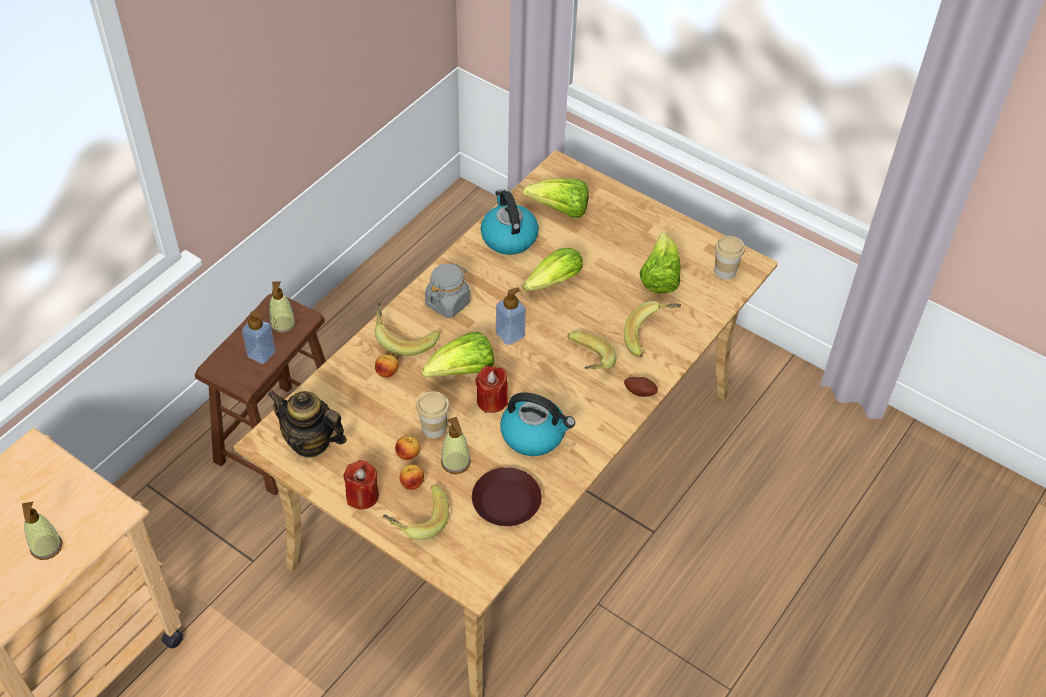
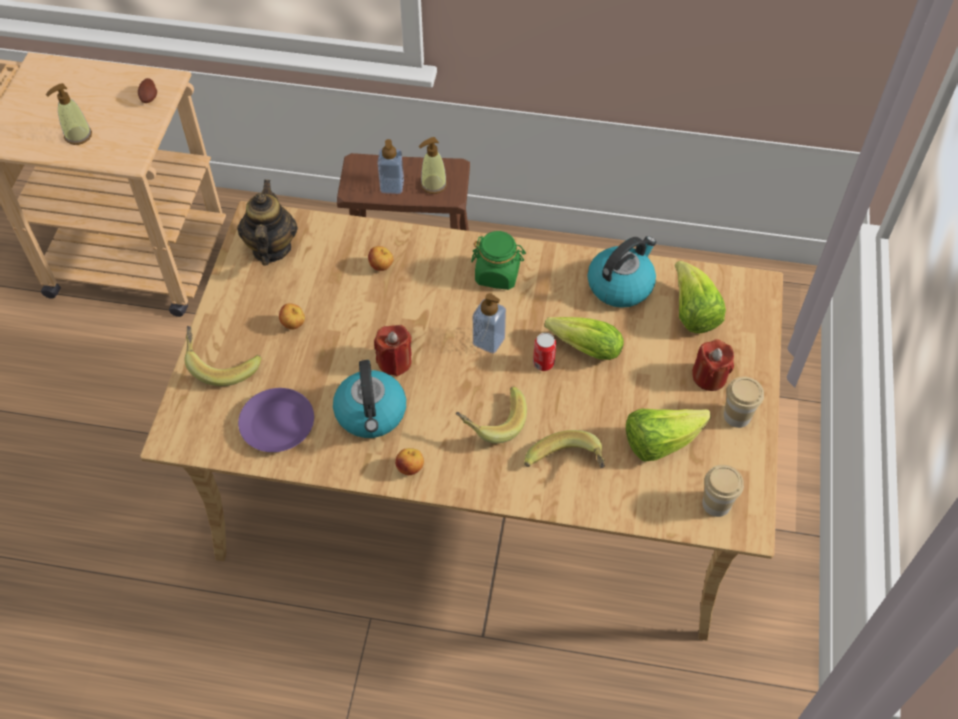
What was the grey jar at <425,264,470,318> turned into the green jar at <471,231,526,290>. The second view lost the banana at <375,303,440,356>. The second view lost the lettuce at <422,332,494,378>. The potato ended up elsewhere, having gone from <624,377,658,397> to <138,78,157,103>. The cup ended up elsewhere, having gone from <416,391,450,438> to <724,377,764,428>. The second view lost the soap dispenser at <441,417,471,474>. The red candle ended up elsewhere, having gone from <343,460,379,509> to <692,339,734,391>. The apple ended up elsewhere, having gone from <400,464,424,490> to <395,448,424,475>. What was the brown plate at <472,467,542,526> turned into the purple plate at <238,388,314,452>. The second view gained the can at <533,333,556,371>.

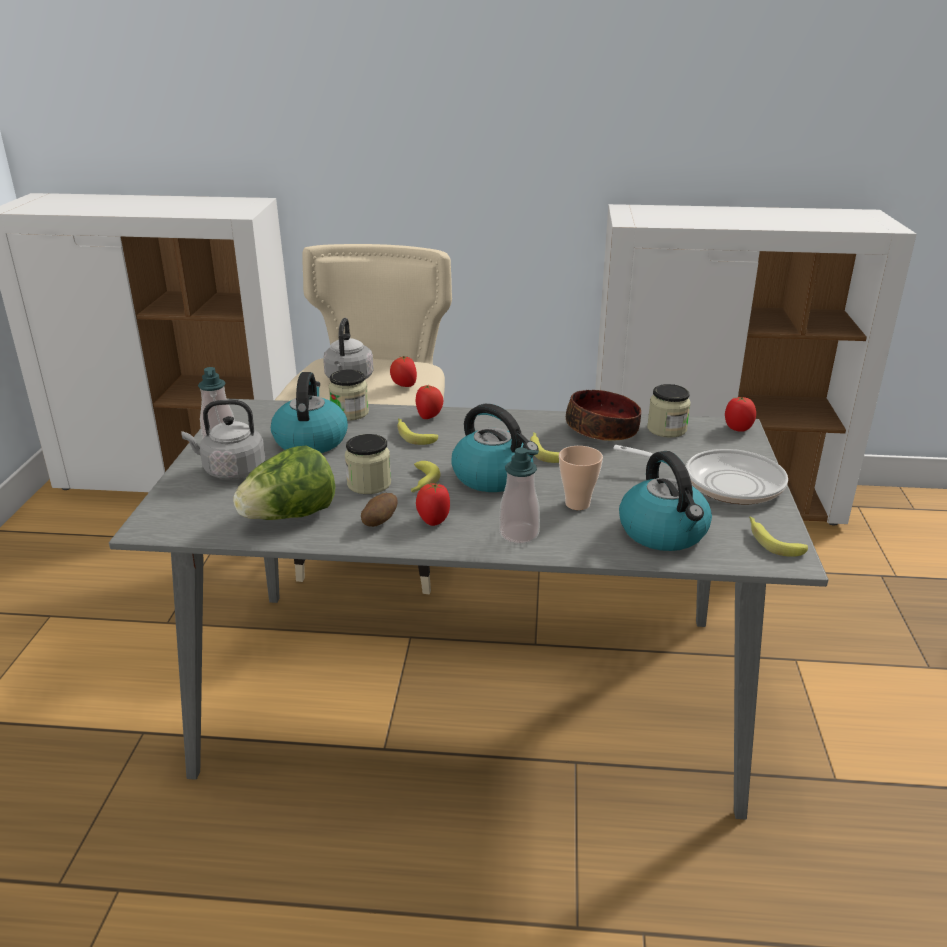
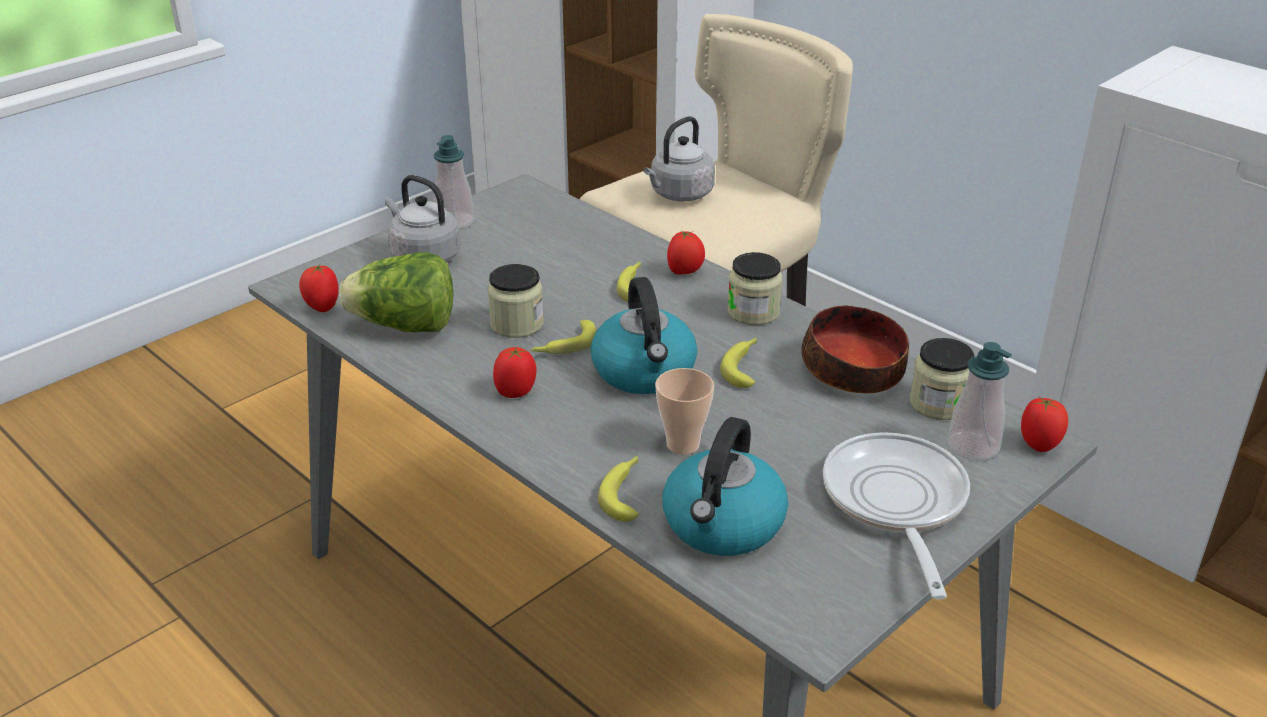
The tomato ended up elsewhere, having gone from <390,356,417,387> to <299,264,339,312>. The jar ended up elsewhere, having gone from <328,370,369,421> to <728,252,783,325>. The second view lost the kettle at <271,372,348,453>. The frying pan at <613,445,788,504> ended up facing another way, 150 degrees counterclockwise from before. The soap dispenser ended up elsewhere, having gone from <499,447,540,544> to <948,342,1012,461>. The second view lost the potato at <361,493,397,527>. The banana ended up elsewhere, having gone from <749,517,808,557> to <598,456,639,522>.

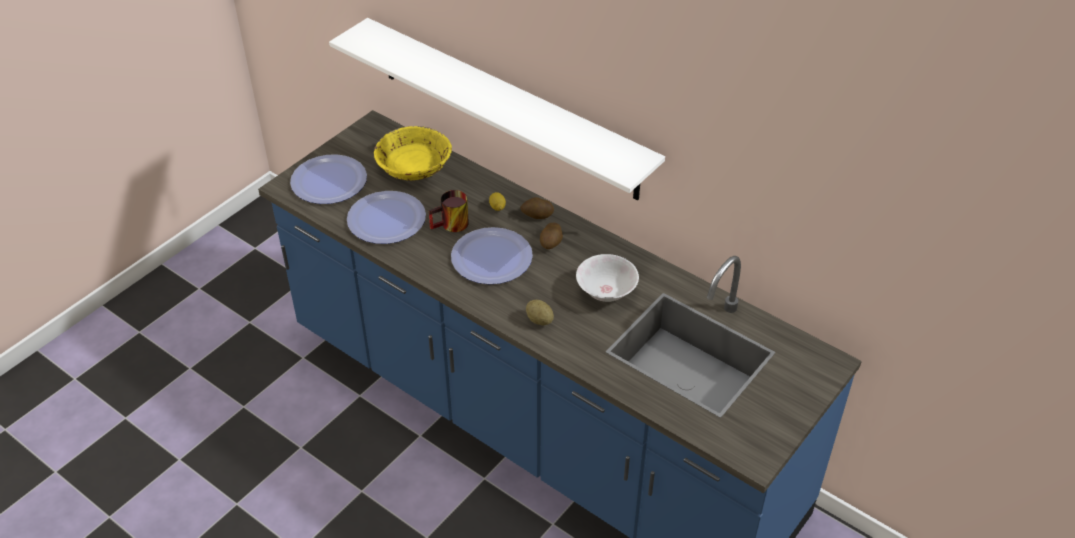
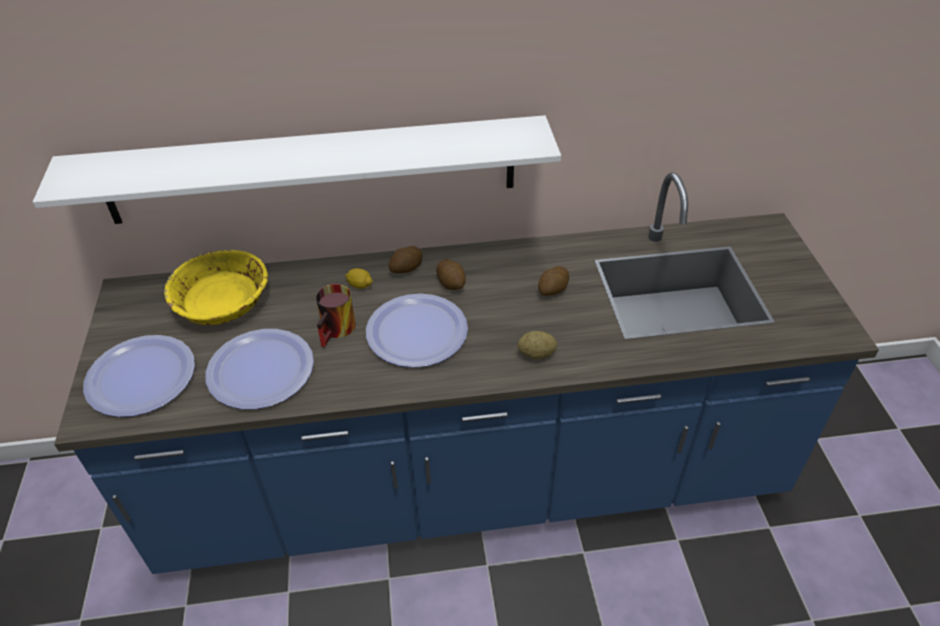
Where the white bowl stood at <576,254,639,302>, the potato came to stand at <538,266,569,296>.

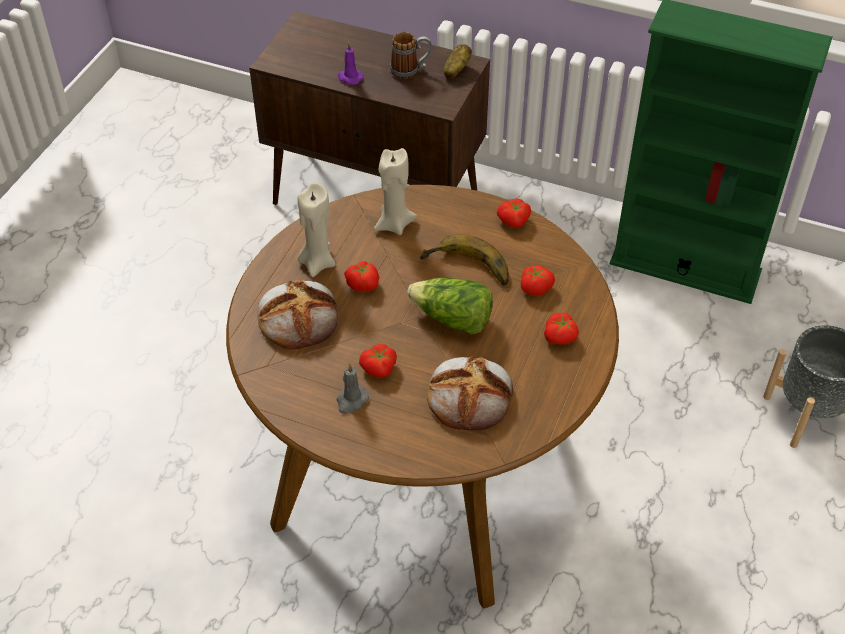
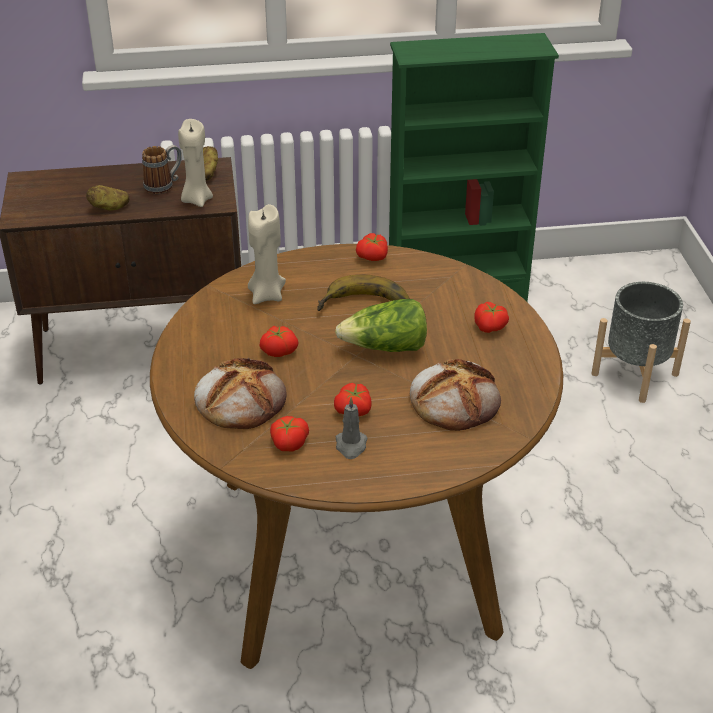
Where the purple candle stood at <338,42,363,85>, the potato came to stand at <86,185,130,211>. The beige candle ended up elsewhere, having gone from <298,183,335,277> to <178,119,213,207>. The tomato ended up elsewhere, having gone from <521,265,555,296> to <270,416,309,451>.

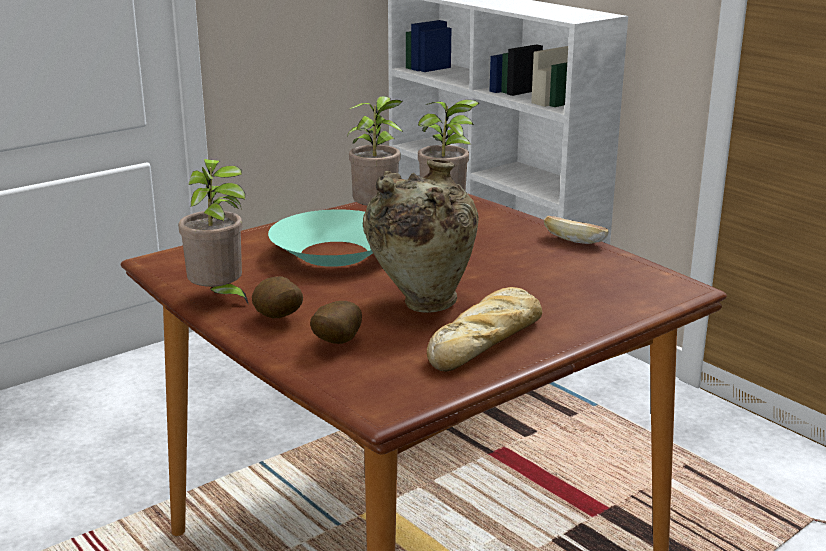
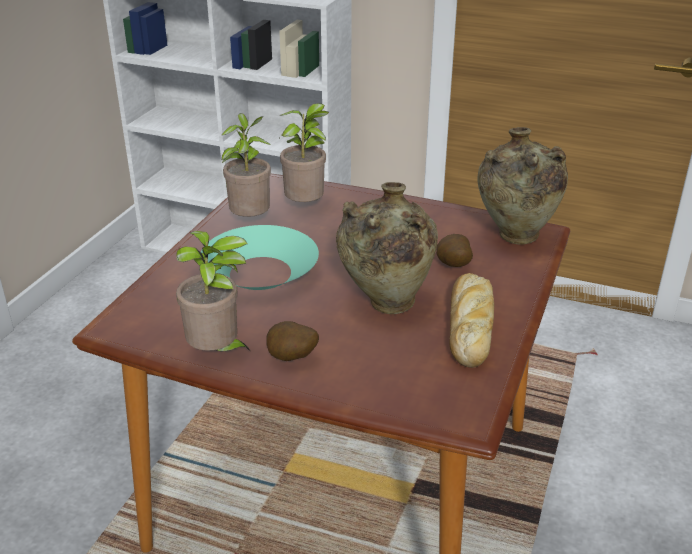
The second view lost the bread at <544,216,608,244>. The potato ended up elsewhere, having gone from <310,301,362,344> to <436,234,473,267>. The second view gained the beige vase at <477,127,568,245>.

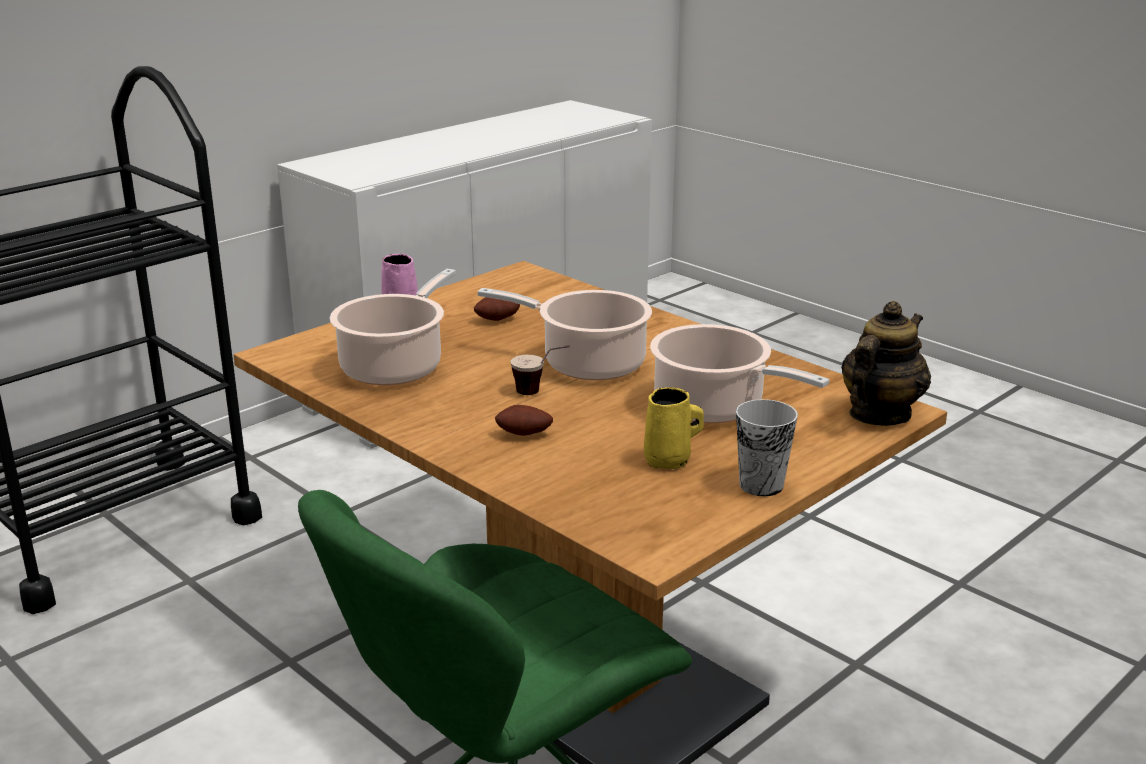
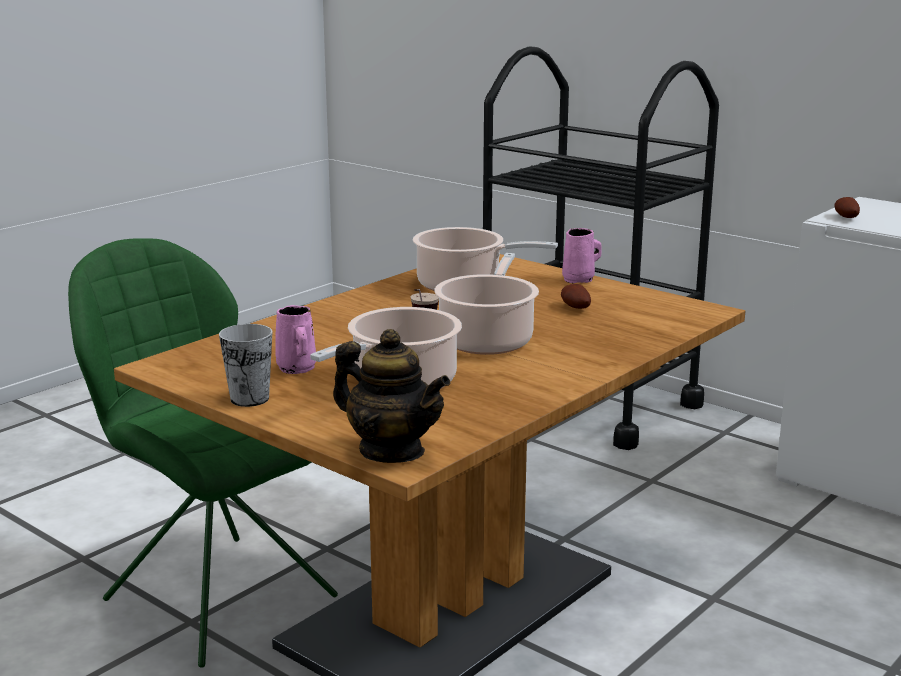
What was the yellow mug at <644,387,704,469> turned into the pink mug at <275,305,316,374>. The potato ended up elsewhere, having gone from <495,405,553,436> to <834,197,860,218>.

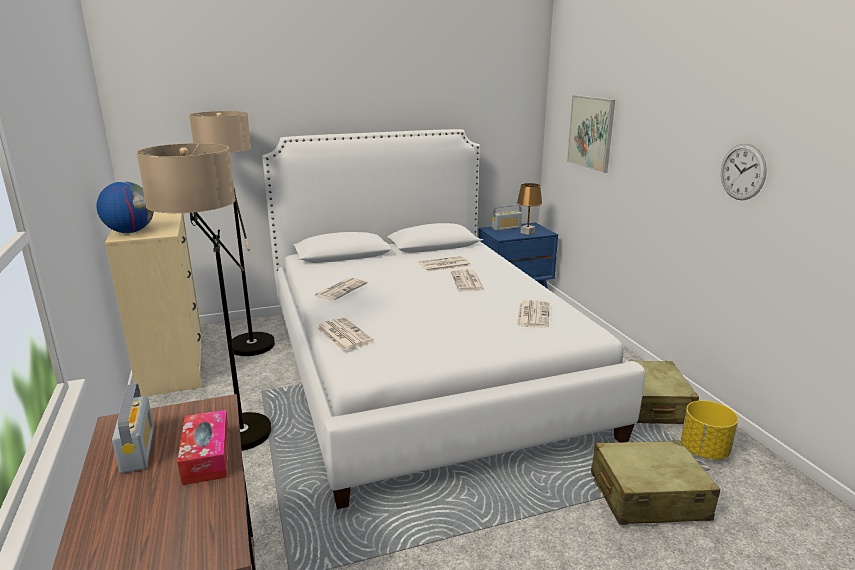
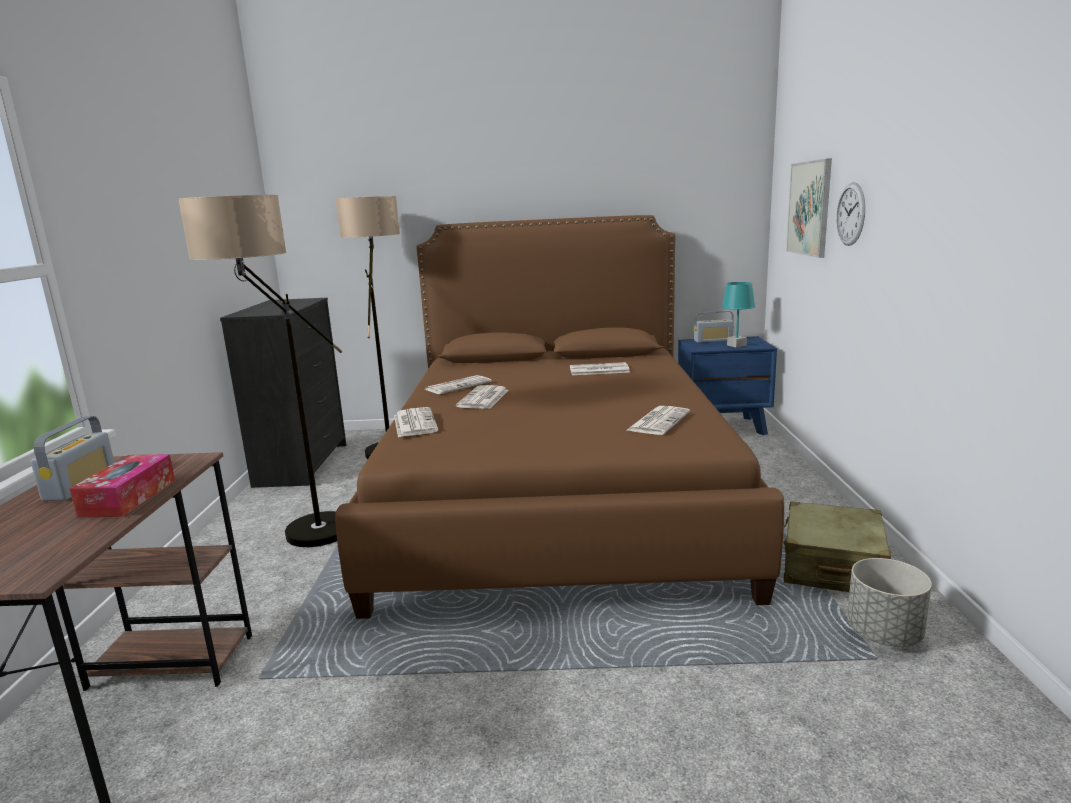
What was the white bed at <262,129,645,509> turned into the brown bed at <335,215,784,619>. The wall clock ended up elsewhere, having gone from <721,144,767,200> to <836,182,865,246>. The second view lost the globe at <97,181,154,233>. What was the brown table lamp at <517,183,542,235> turned into the turquoise table lamp at <722,282,755,348>. What was the beige dresser at <105,212,203,397> turned into the black dresser at <220,298,347,488>. The newspaper ended up elsewhere, having gone from <451,269,485,291> to <456,385,508,409>. What was the yellow planter at <681,401,738,459> turned into the grey planter at <847,558,932,647>. The second view lost the beige suitcase at <591,440,721,525>.

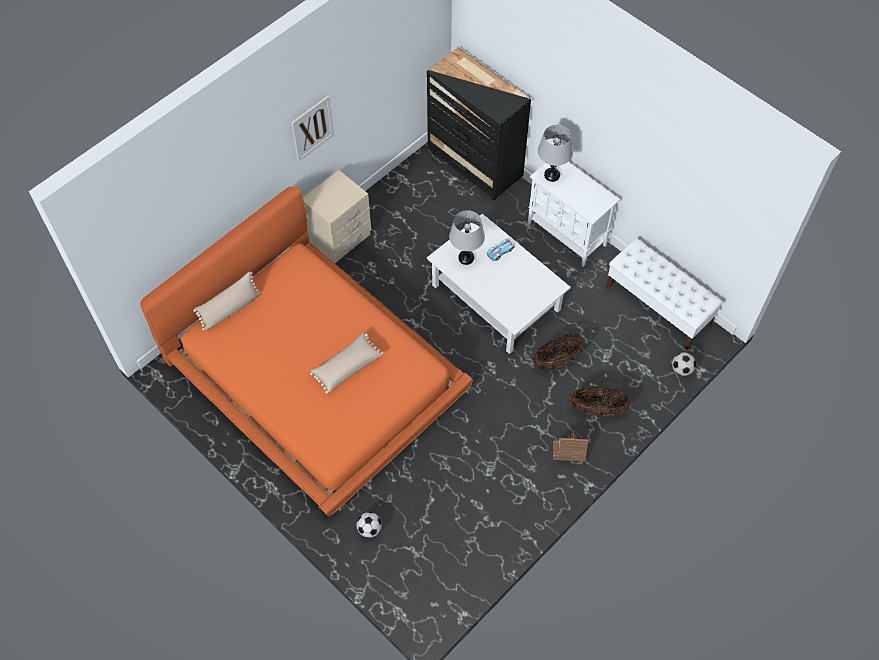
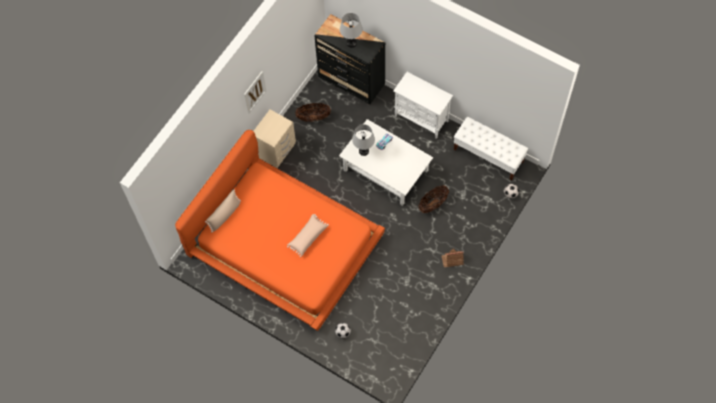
The grey table lamp ended up elsewhere, having gone from <538,125,573,182> to <340,13,362,48>. The basket ended up elsewhere, having gone from <570,386,631,417> to <295,103,331,121>.

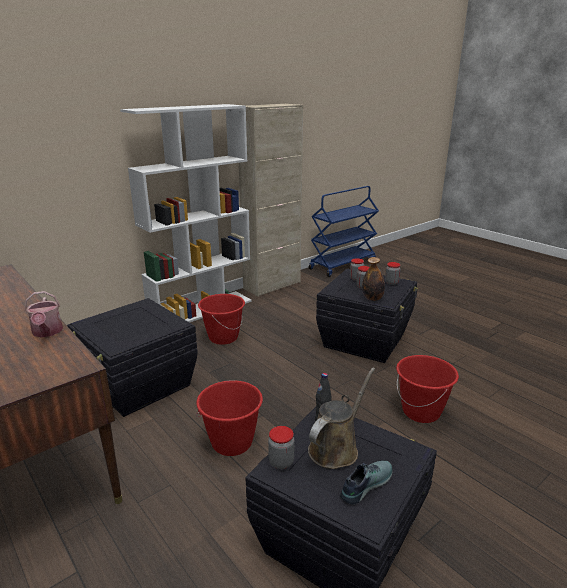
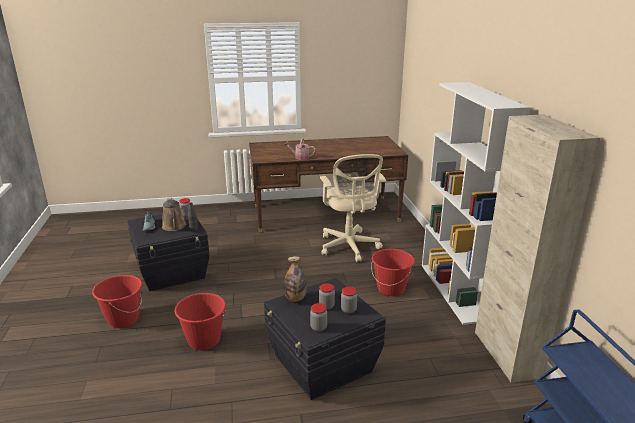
Where the black storage box stood at <67,298,198,417>, the beige office chair came to stand at <320,154,386,262>. The red bucket ended up elsewhere, having gone from <196,380,263,456> to <92,275,142,328>.

